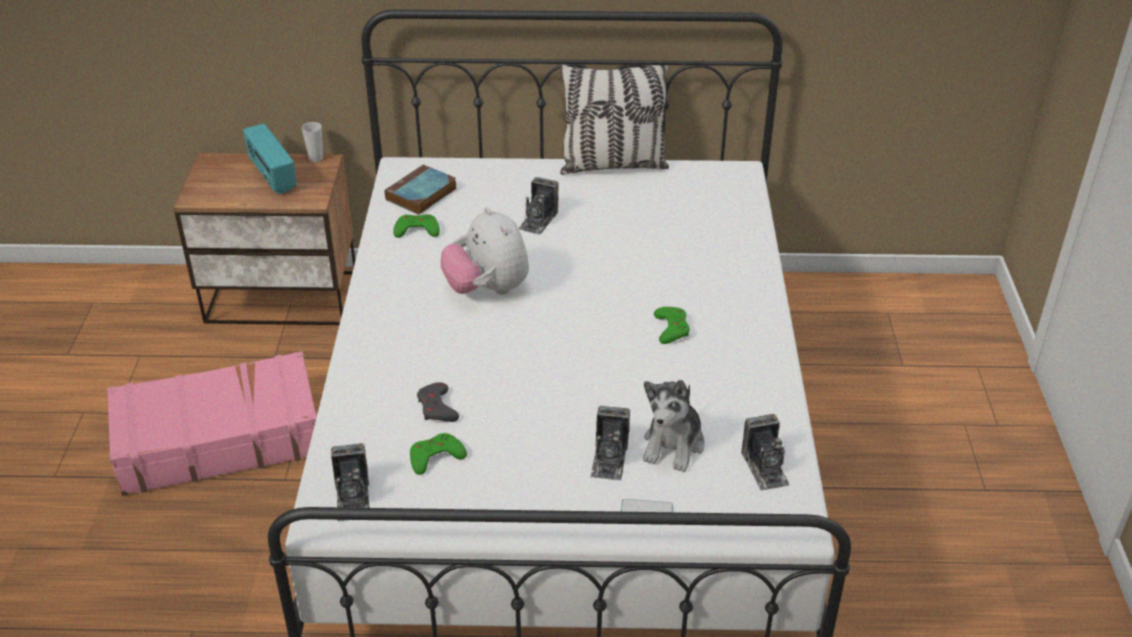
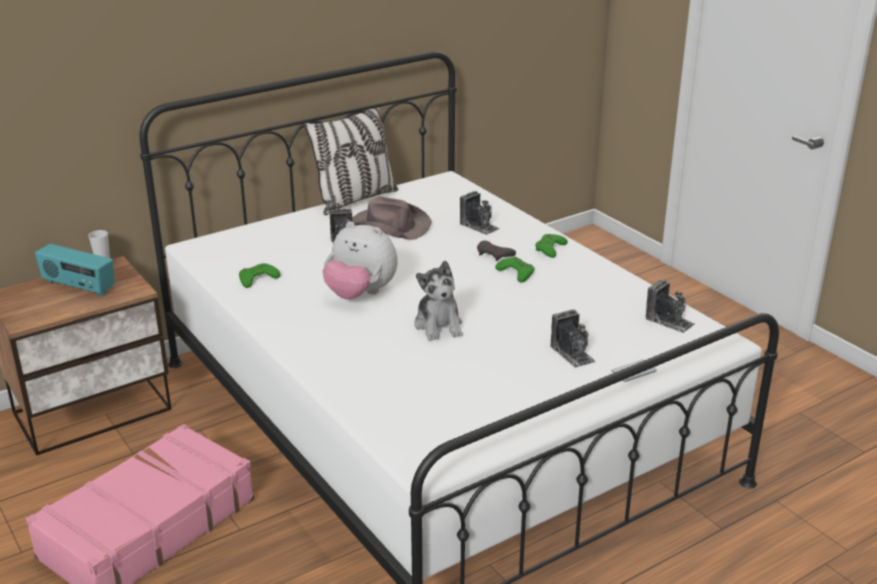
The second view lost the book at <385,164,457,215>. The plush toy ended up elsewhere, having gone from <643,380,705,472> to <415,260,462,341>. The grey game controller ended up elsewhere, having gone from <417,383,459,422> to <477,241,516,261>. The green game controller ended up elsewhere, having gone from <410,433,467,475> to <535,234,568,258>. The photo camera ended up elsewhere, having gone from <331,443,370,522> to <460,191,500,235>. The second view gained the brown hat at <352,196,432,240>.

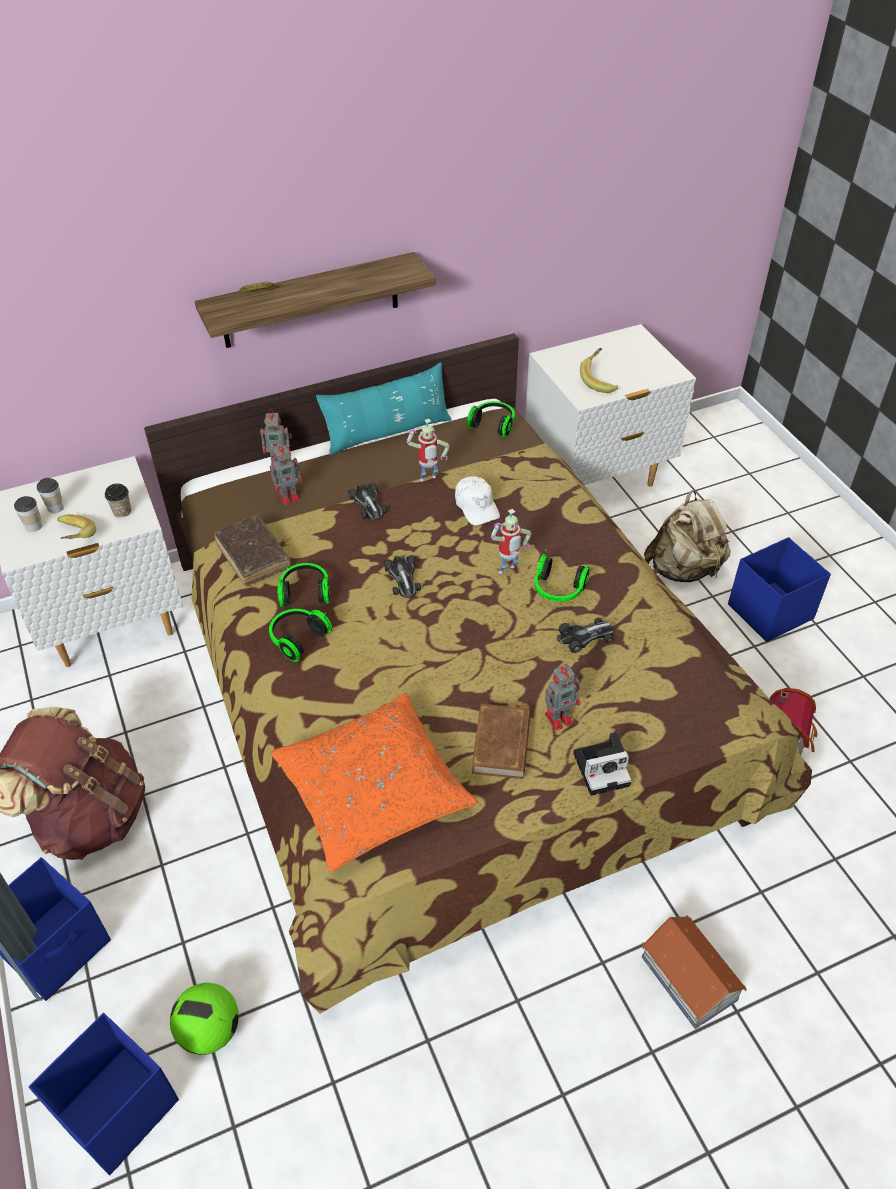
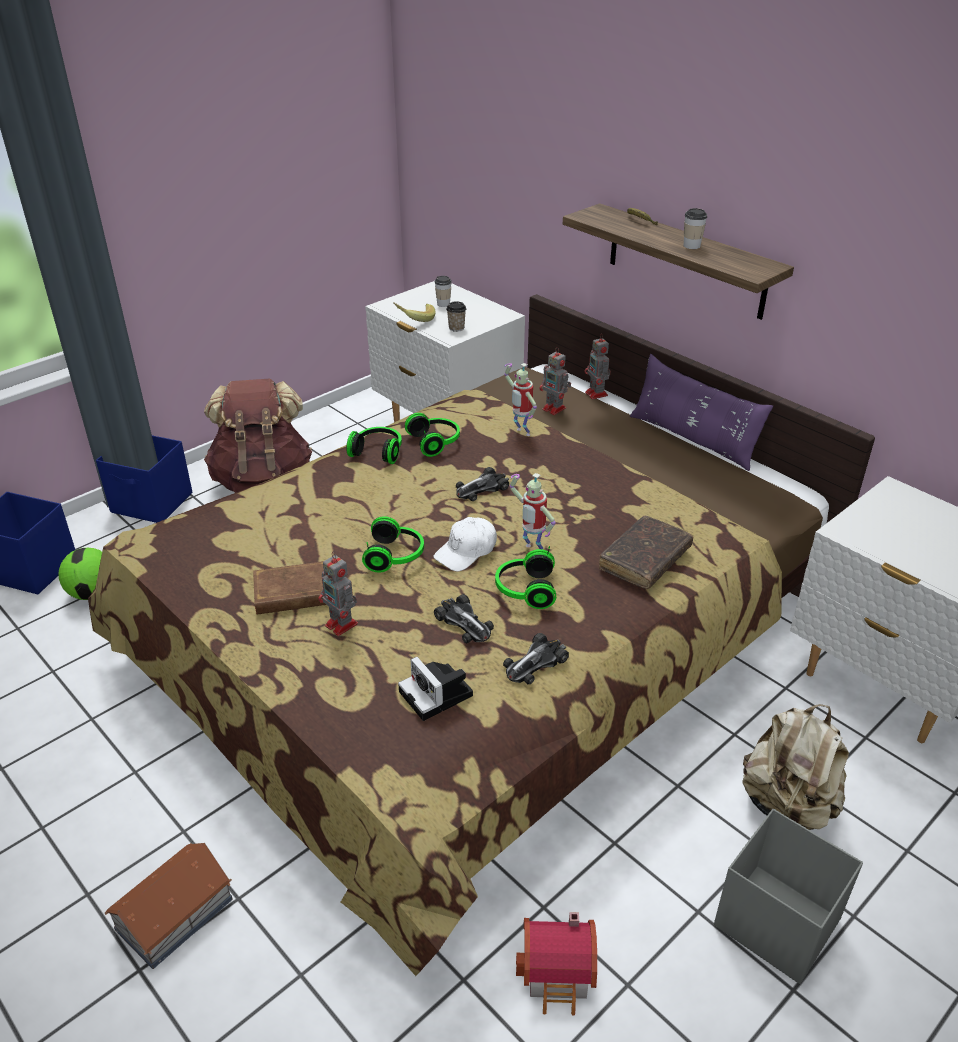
The second view lost the banana at <580,348,618,393>. What was the turquoise pillow at <316,362,452,456> turned into the purple pillow at <630,354,773,471>. The headphones ended up elsewhere, having gone from <467,401,515,438> to <362,516,424,572>. The toy robot ended up elsewhere, having gone from <406,419,450,481> to <504,363,537,436>. The white cap ended up elsewhere, having gone from <455,476,500,525> to <433,517,497,571>. The toy car ended up elsewhere, having gone from <348,483,387,520> to <503,633,569,684>. The cup ended up elsewhere, having gone from <14,496,42,532> to <684,208,707,249>. The brown book ended up elsewhere, having gone from <215,515,291,586> to <599,516,693,589>. What was the blue storage box at <728,537,831,642> turned into the grey storage box at <714,809,863,984>. The second view lost the orange pillow at <271,693,478,872>. The photo camera ended up elsewhere, having gone from <573,732,631,796> to <398,657,473,721>.

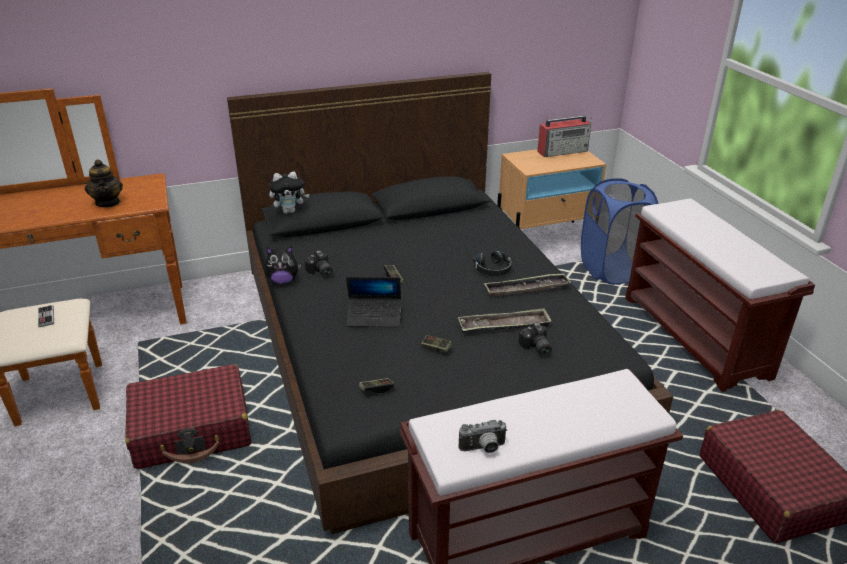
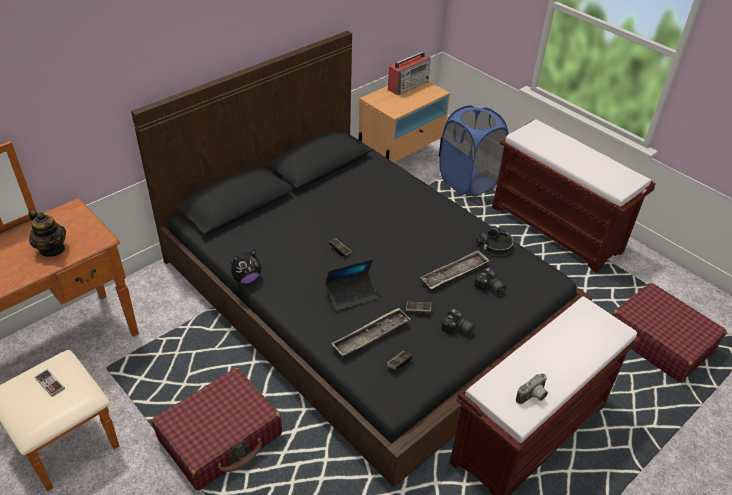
The second view lost the plush toy at <269,172,309,214>. The photo camera ended up elsewhere, having gone from <305,250,333,277> to <441,308,475,335>. The black headphones ended up elsewhere, having gone from <473,251,512,276> to <476,227,514,254>. The tray ended up elsewhere, having gone from <484,273,571,297> to <331,308,410,357>.

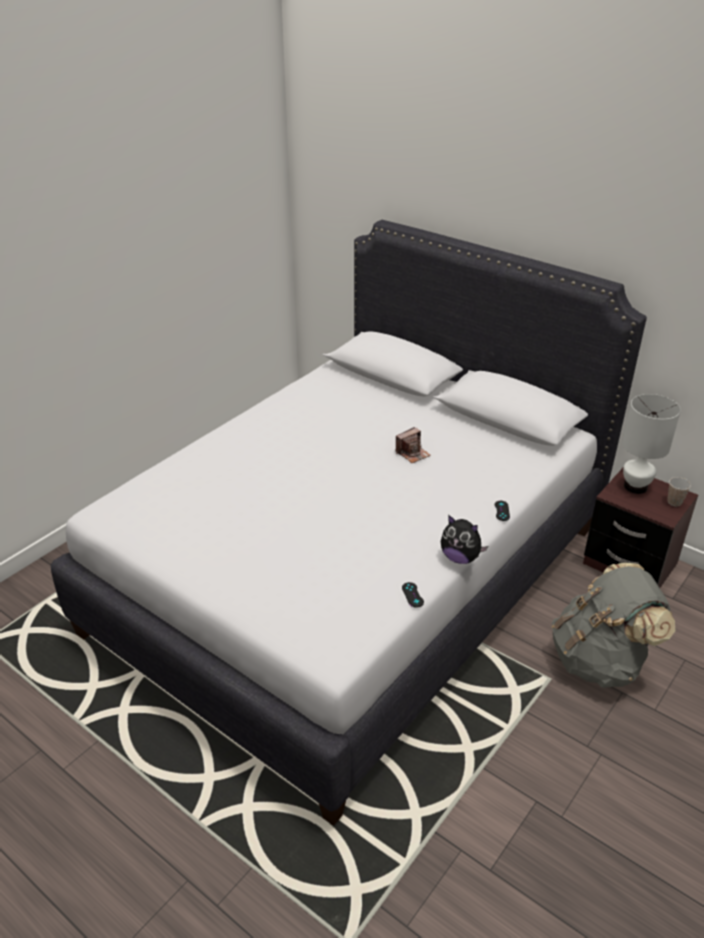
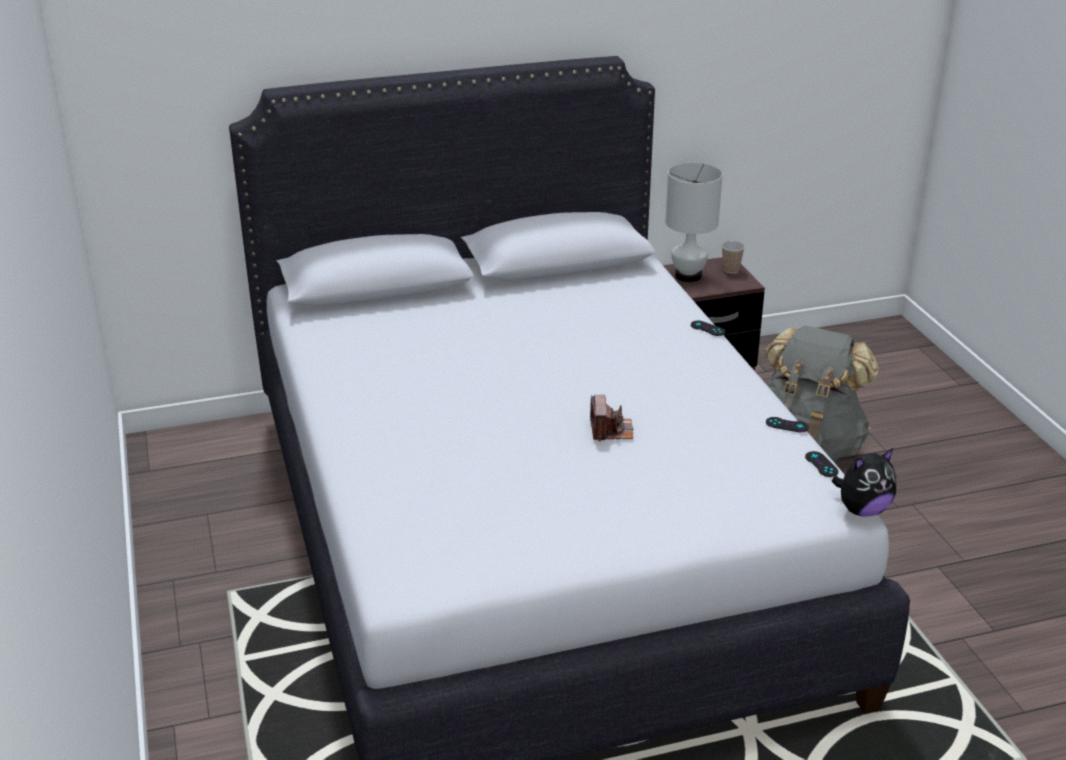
The photo camera ended up elsewhere, having gone from <396,427,431,463> to <590,395,634,441>. The plush toy ended up elsewhere, having gone from <440,515,488,564> to <832,448,896,517>. The second view gained the black game controller at <805,451,838,477>.

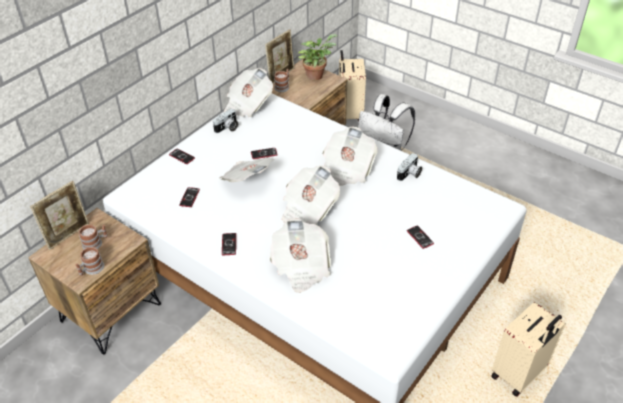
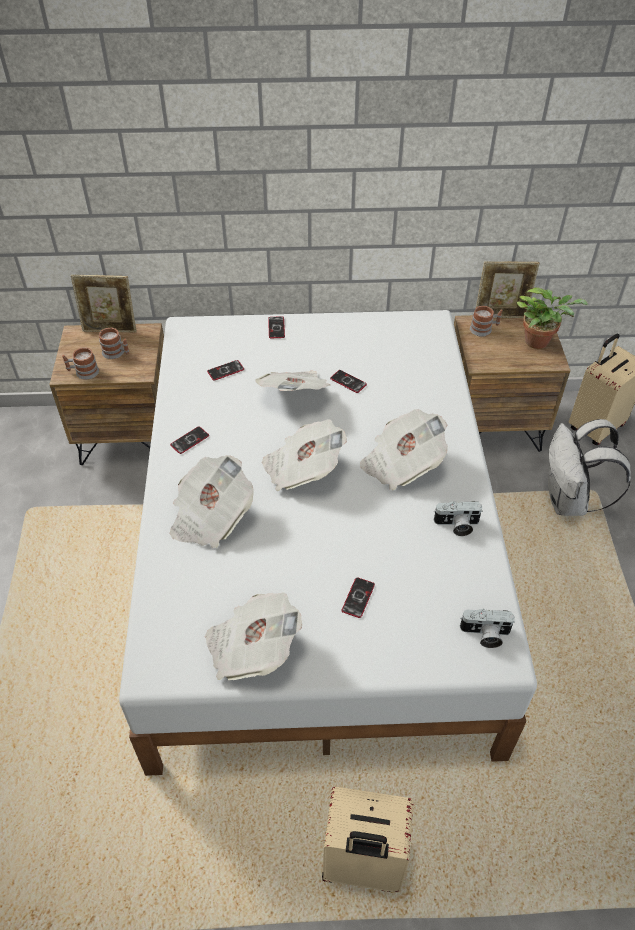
The newspaper ended up elsewhere, having gone from <224,68,273,117> to <205,592,302,680>. The photo camera ended up elsewhere, having gone from <213,109,238,133> to <460,609,515,648>.

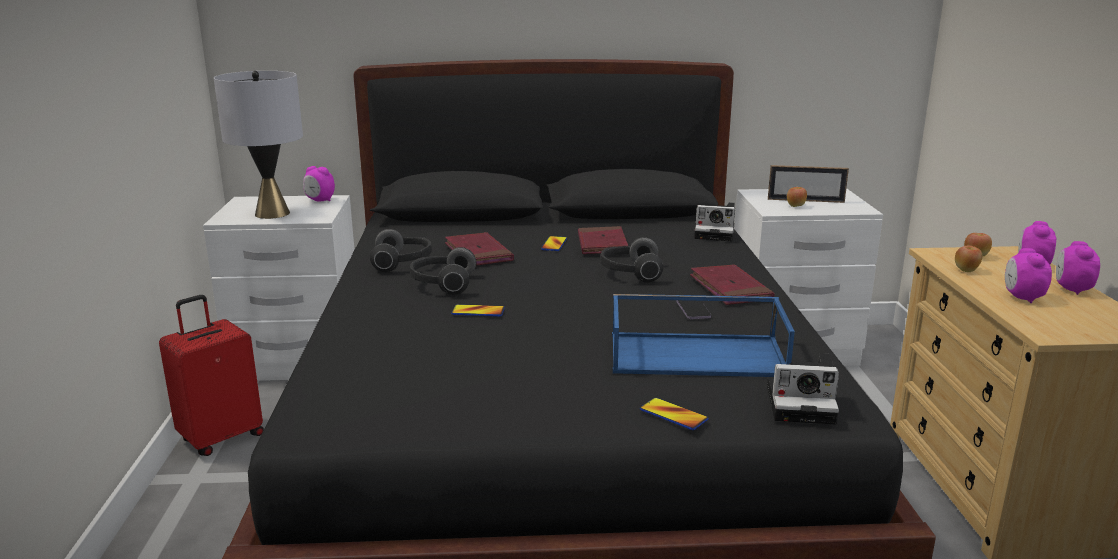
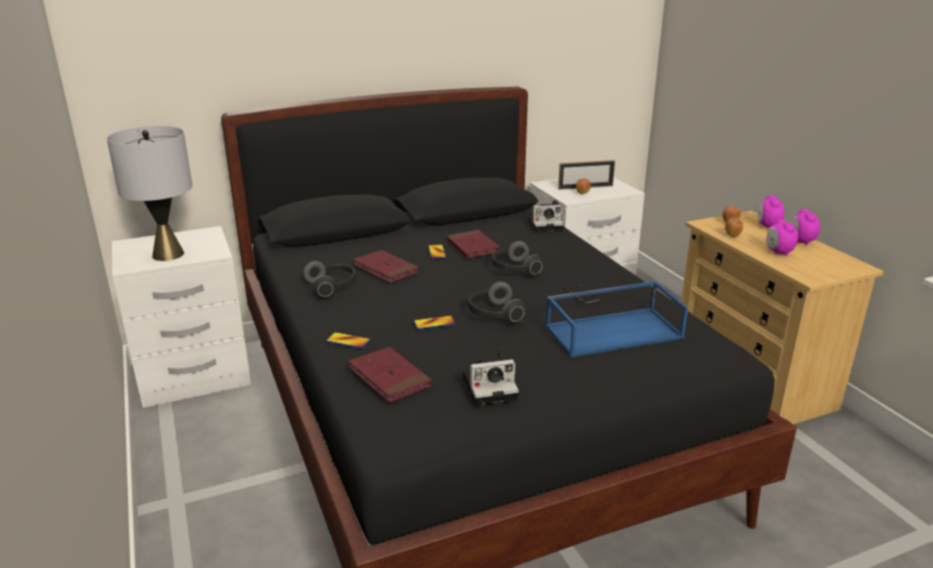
The second view lost the alarm clock at <303,166,335,202>. The headphones ended up elsewhere, having gone from <410,247,476,295> to <468,281,526,324>. The red book ended up elsewhere, having gone from <690,264,775,305> to <349,347,432,403>. The second view lost the red suitcase at <159,295,264,456>. The photo camera ended up elsewhere, having gone from <767,353,839,424> to <463,348,519,406>. The phone ended up elsewhere, having gone from <640,397,708,430> to <326,332,371,349>.

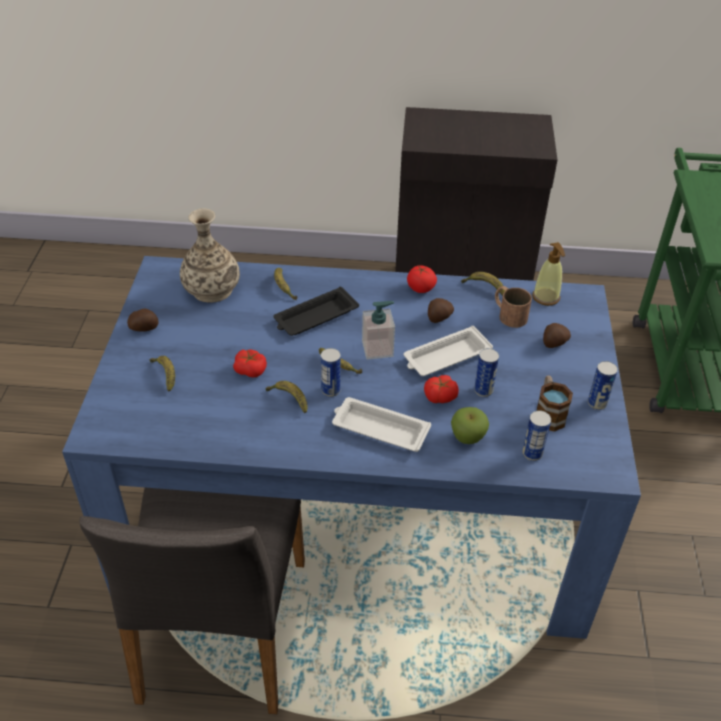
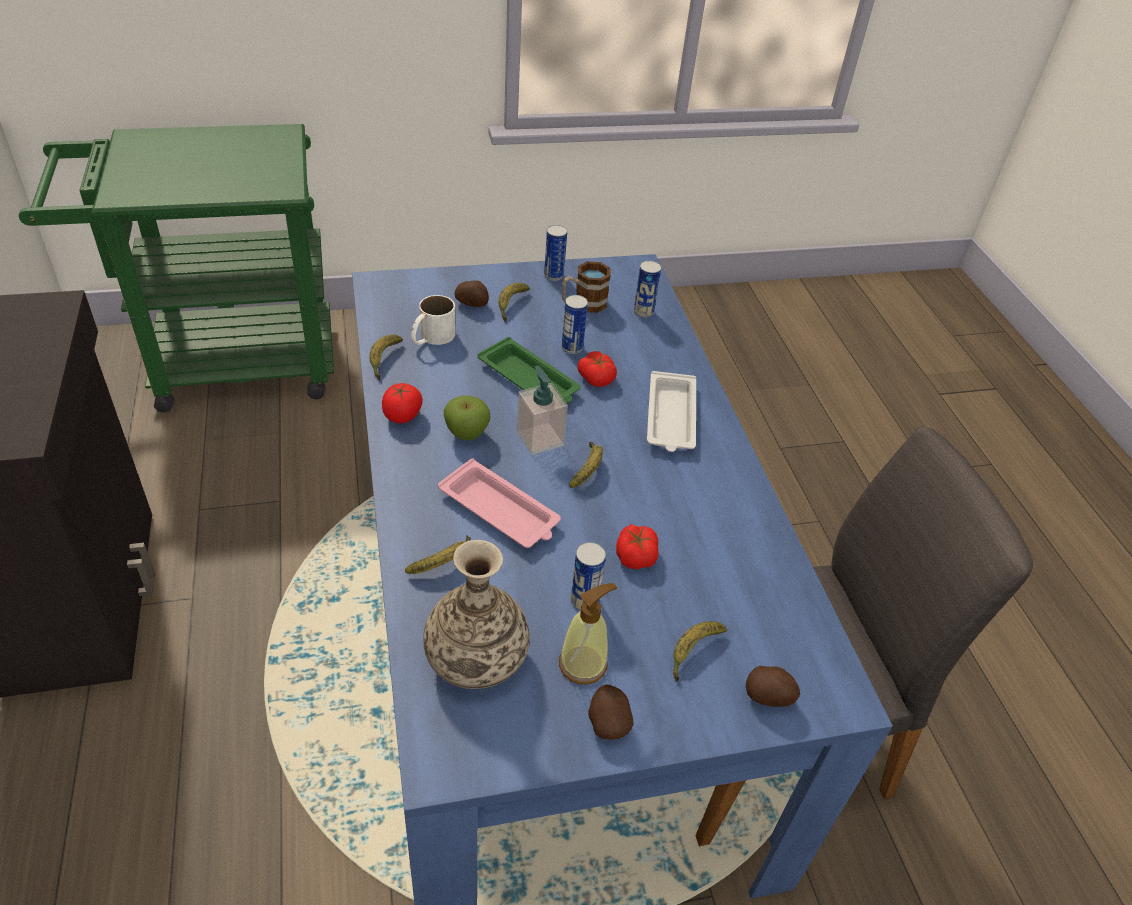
The soap dispenser ended up elsewhere, having gone from <532,242,565,306> to <559,583,617,685>. What was the brown mug at <495,286,532,328> turned into the white mug at <411,295,456,345>. What was the black tray at <274,287,359,336> turned into the pink tray at <438,458,561,548>. The potato ended up elsewhere, having gone from <428,298,454,323> to <746,666,800,707>. What was the white tray at <404,326,493,376> turned into the green tray at <477,337,581,403>. The can ended up elsewhere, having gone from <321,348,341,397> to <571,542,606,610>. The banana ended up elsewhere, having gone from <265,381,308,413> to <498,283,530,322>. The apple ended up elsewhere, having gone from <451,407,489,444> to <444,395,491,440>.

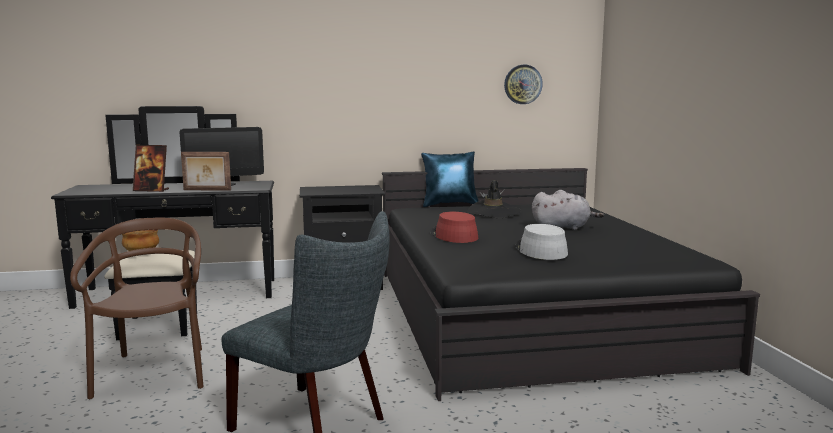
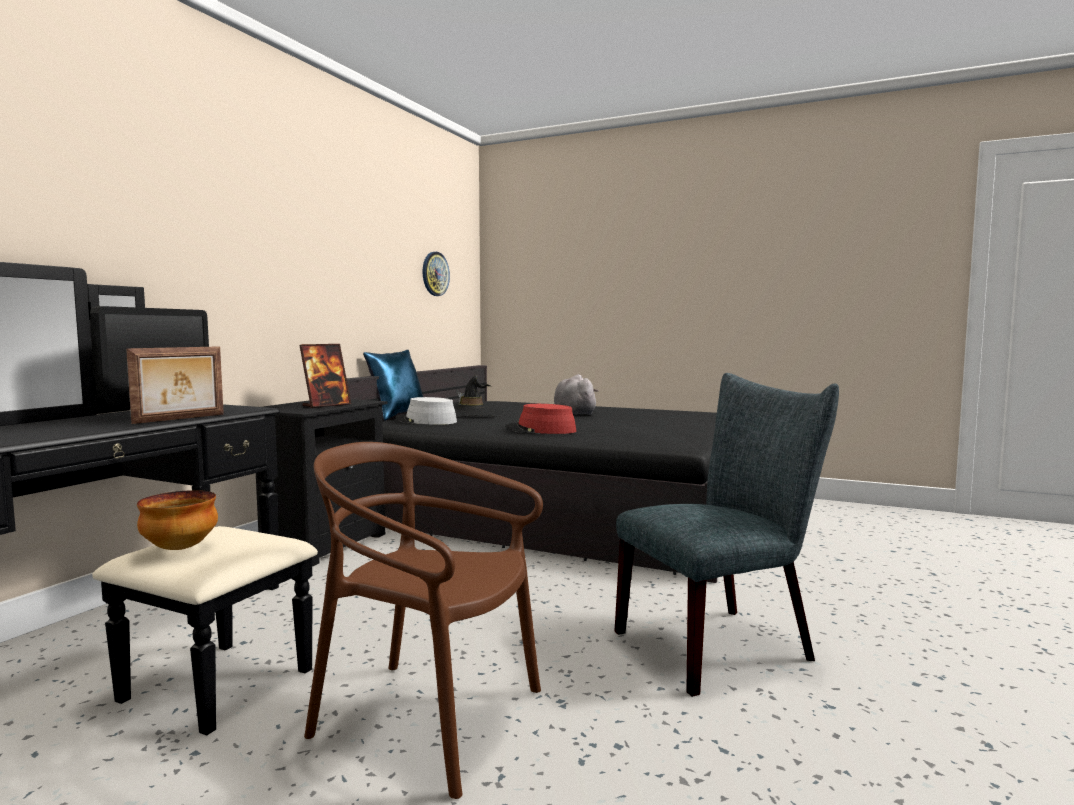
The picture frame ended up elsewhere, having gone from <133,145,169,192> to <299,344,351,408>. The grey plush toy at <532,190,604,230> ended up facing another way, 60 degrees counterclockwise from before. The grey hat ended up elsewhere, having gone from <515,224,568,260> to <396,397,457,425>.

